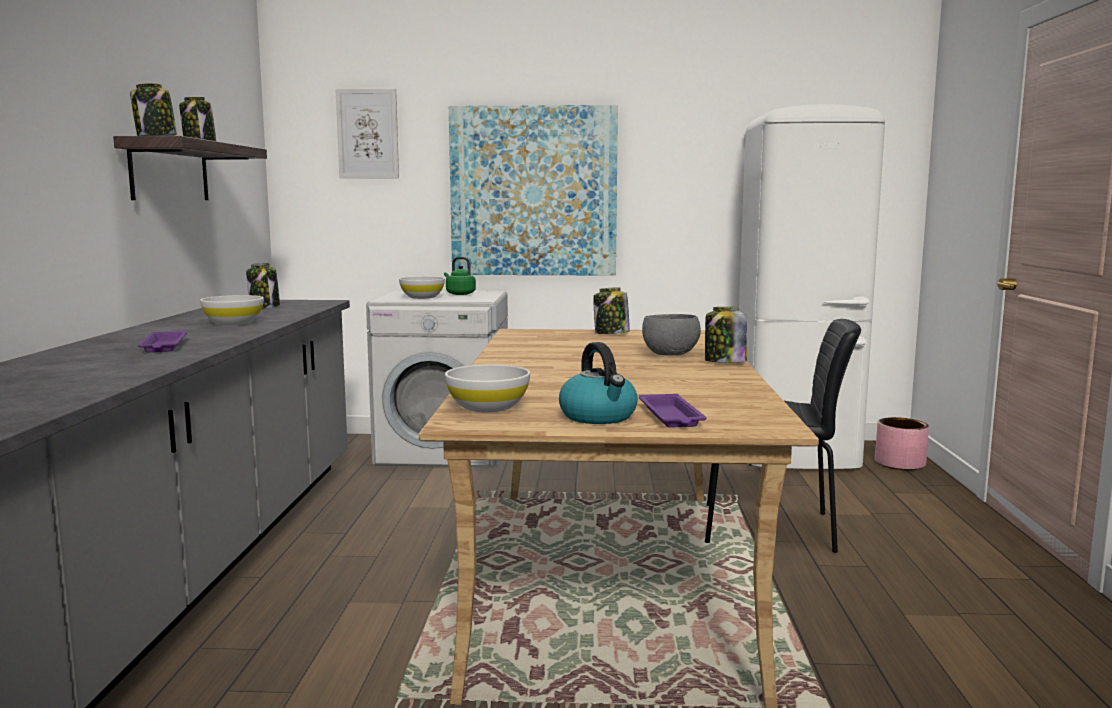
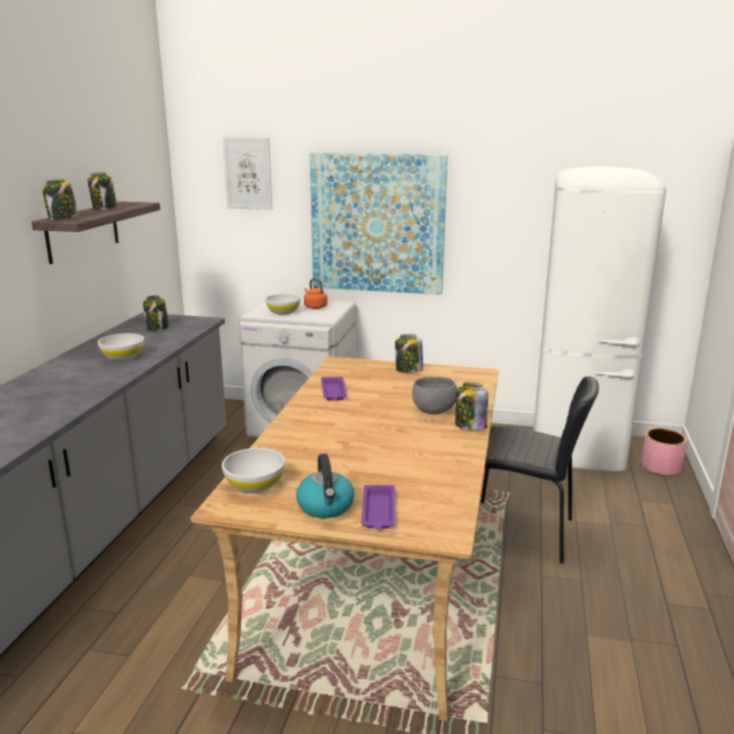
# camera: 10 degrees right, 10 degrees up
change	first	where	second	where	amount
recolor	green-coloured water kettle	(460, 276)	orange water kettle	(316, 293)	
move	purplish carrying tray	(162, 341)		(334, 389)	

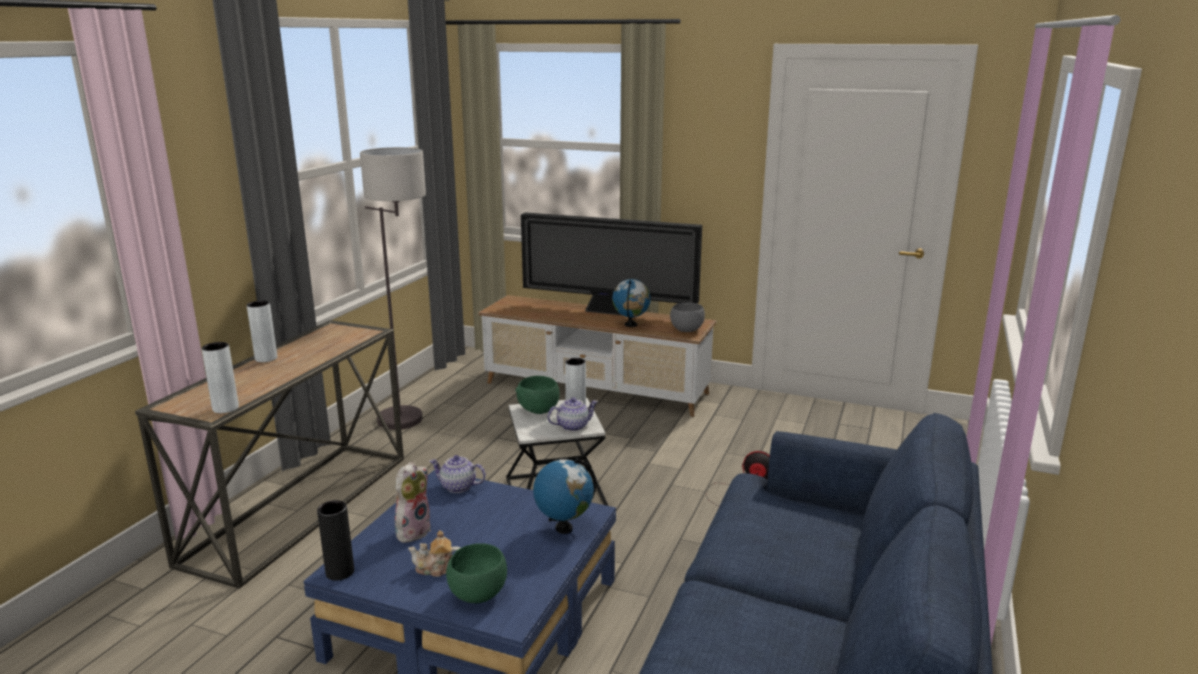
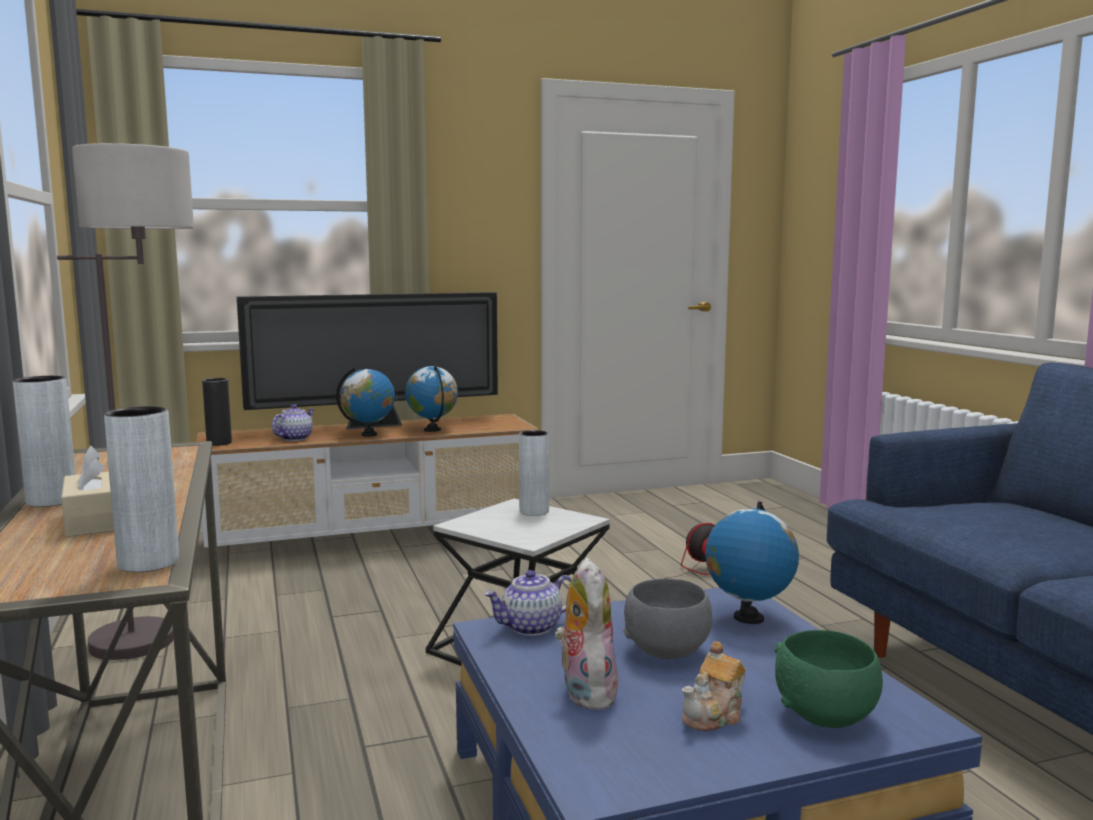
# camera: 40 degrees left, 10 degrees down
change	first	where	second	where	amount
move	gray serving bowl	(687, 317)		(667, 619)	
delete	green-coloured serving bowl	(537, 395)			
move	teapot	(572, 414)		(293, 422)	
move	black-coloured flower vase	(335, 540)		(217, 412)	
insert			globe	(365, 402)	
insert			beige box of tissues	(87, 491)	

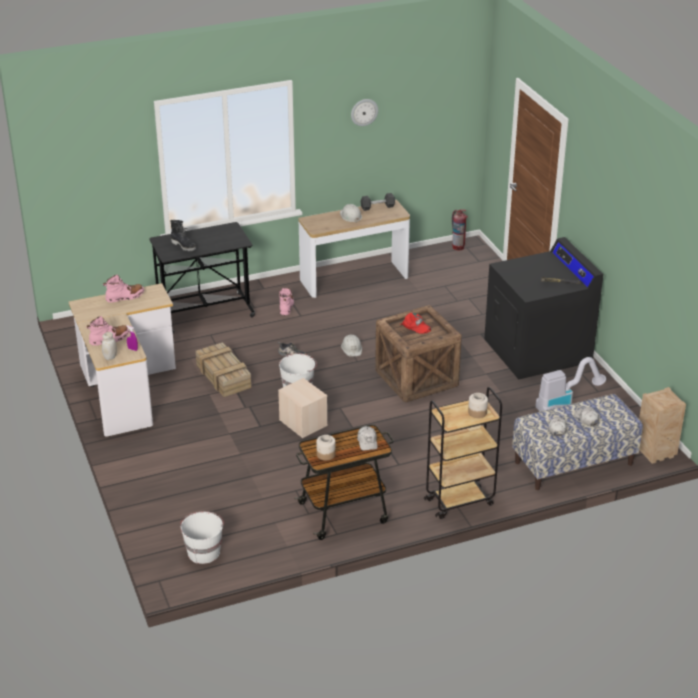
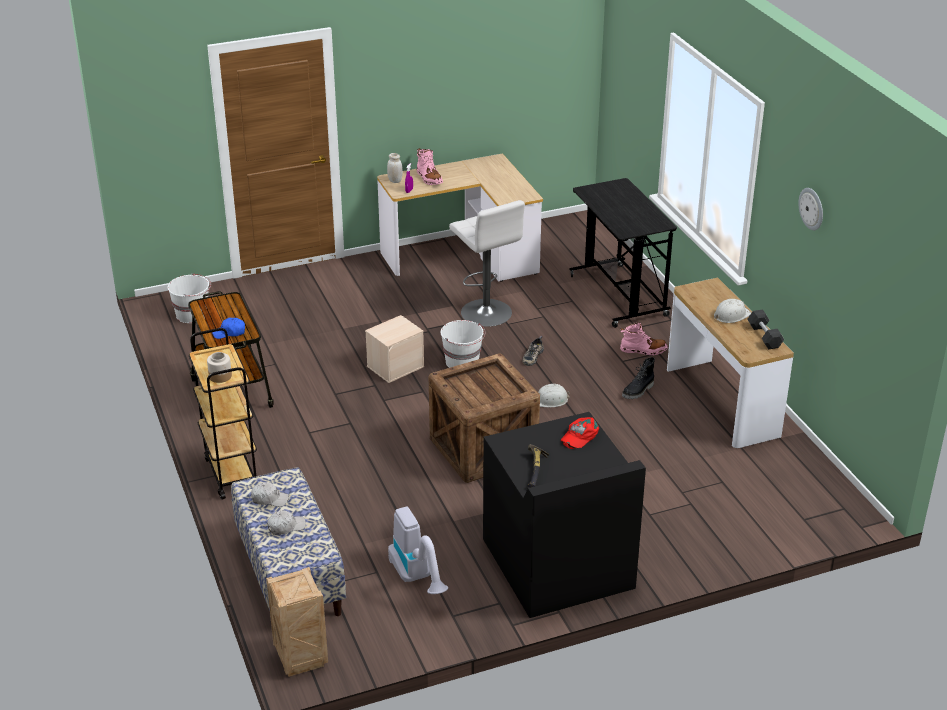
# camera: 90 degrees right, 0 degrees up
change	first	where	second	where	amount
delete	fire-fighting cylinder	(460, 230)			
move	black-coloured high-top boot	(183, 235)		(638, 378)	
delete	pink high-top boot	(123, 288)			
move	red peaked cap	(415, 323)		(580, 433)	
replace	shipping crate	(223, 369)	whitish stool seat	(487, 263)	
recolor	whitish peaked cap	(367, 438)	blue peaked cap	(228, 328)	
delete	jar	(326, 447)			

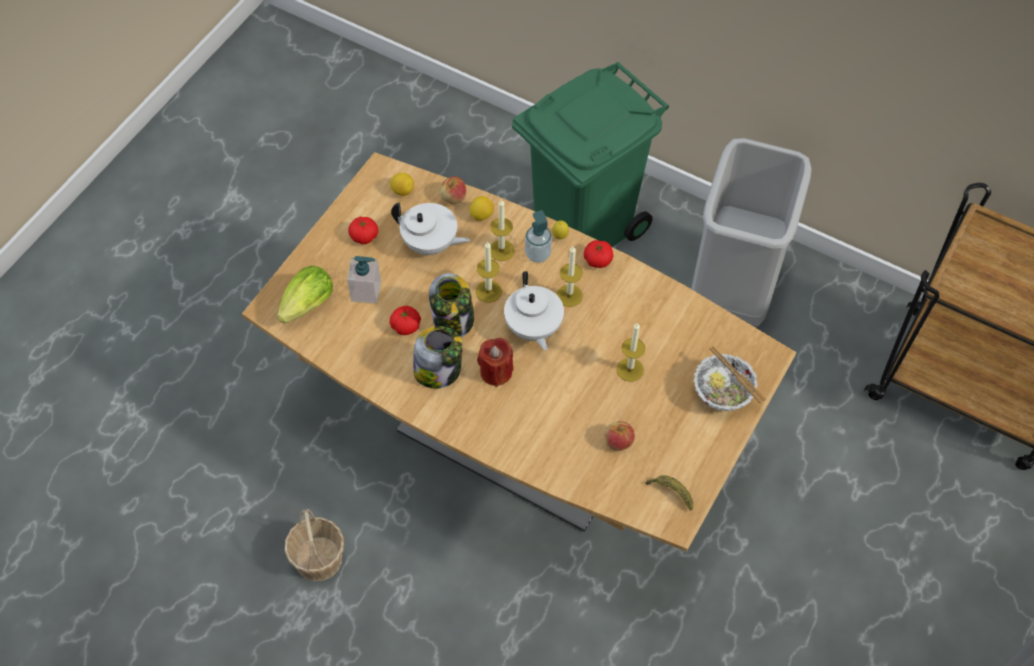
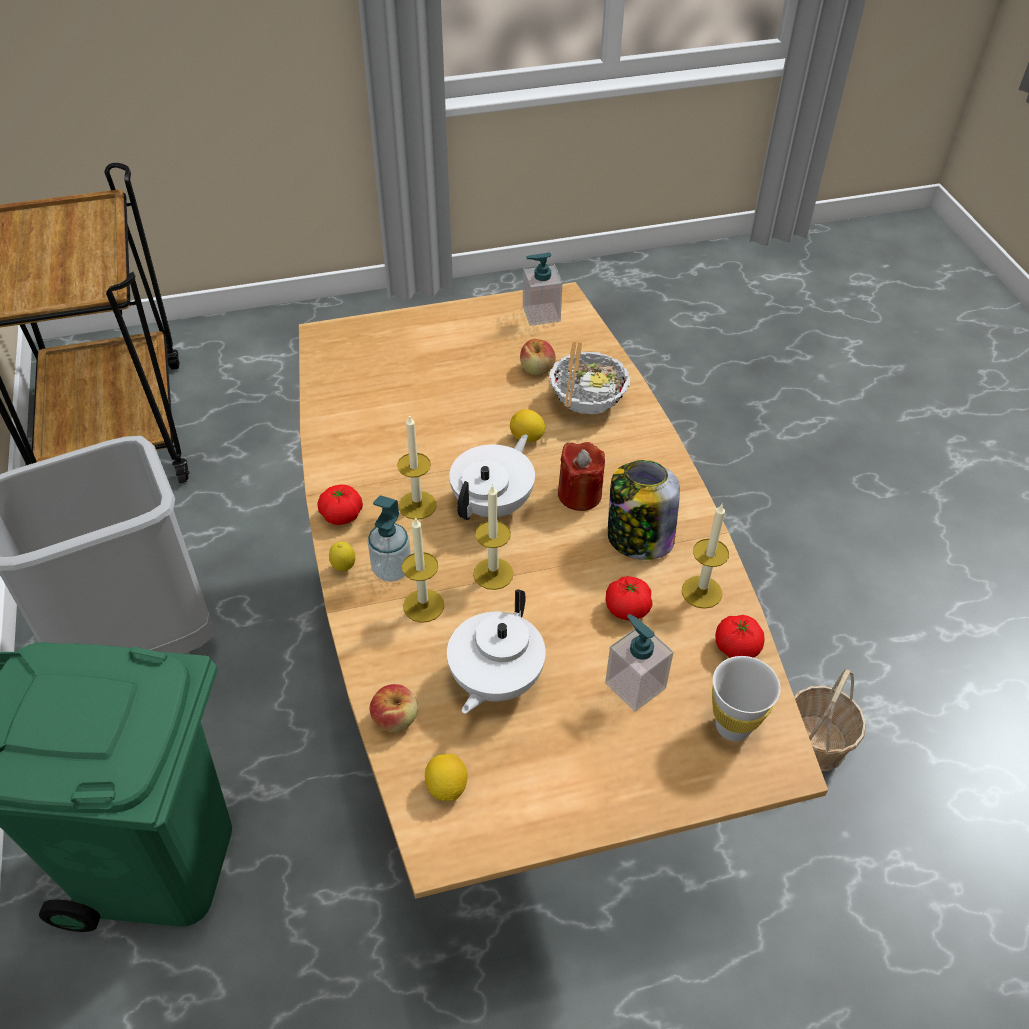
# camera: 135 degrees left, 10 degrees down
change	first	where	second	where	amount
move	citrus fruit	(481, 208)		(527, 425)	
rotate	whitish teapot	(430, 229)		(496, 651)	135 degrees counterclockwise
move	fresh tomato	(363, 230)		(740, 636)	
replace	head of lettuce	(305, 295)	whitish small cup	(746, 698)	
delete	jar	(451, 305)			
move	wax candle	(631, 352)		(705, 556)	
move	serving bowl	(730, 378)		(589, 378)	
replace	whole banana	(669, 493)	liquid soap bottle	(543, 289)	

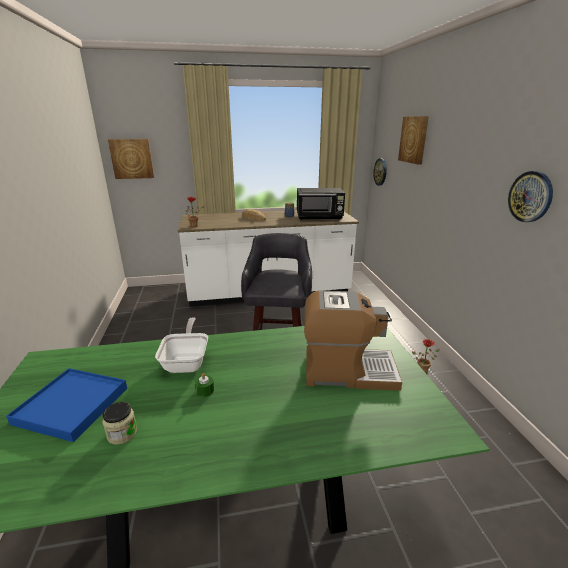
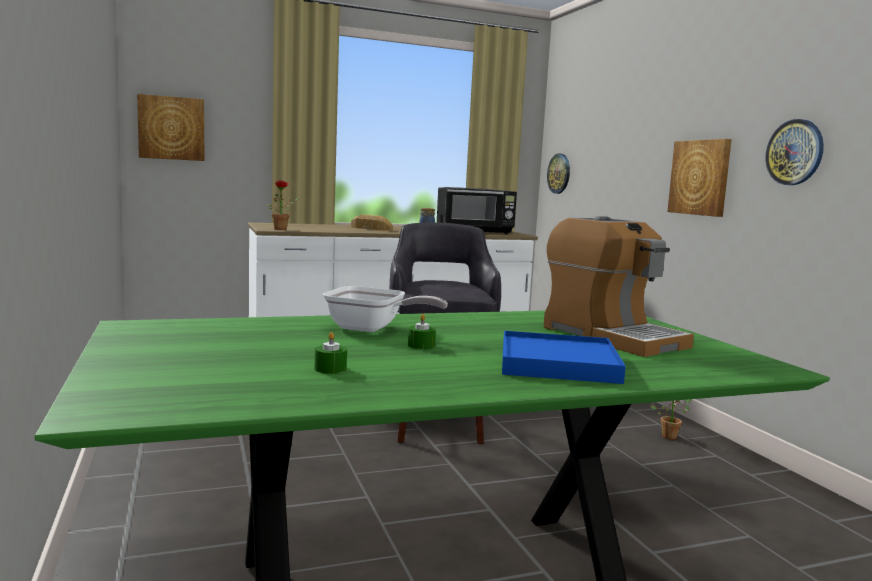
# camera: 10 degrees left, 15 degrees down
change	first	where	second	where	amount
move	picture	(413, 140)		(699, 178)	
rotate	coffee machine	(353, 341)		(618, 286)	60 degrees clockwise
rotate	skillet	(181, 345)		(385, 309)	120 degrees clockwise
move	blue carrying tray	(66, 405)		(564, 357)	
replace	jar	(119, 423)	green-coloured wax candle	(331, 353)	

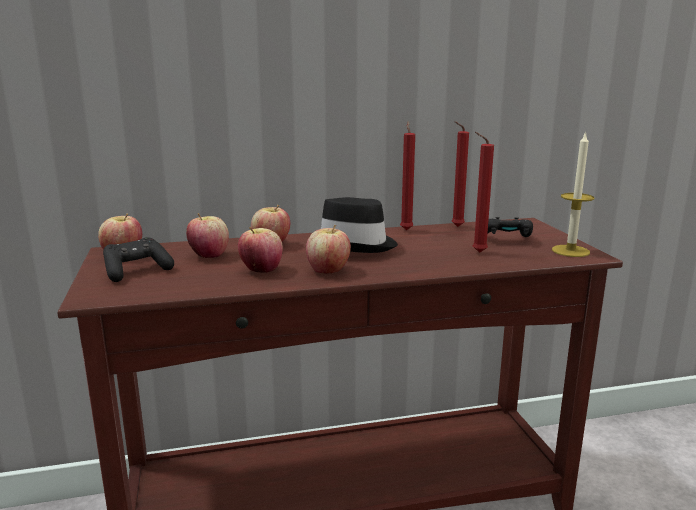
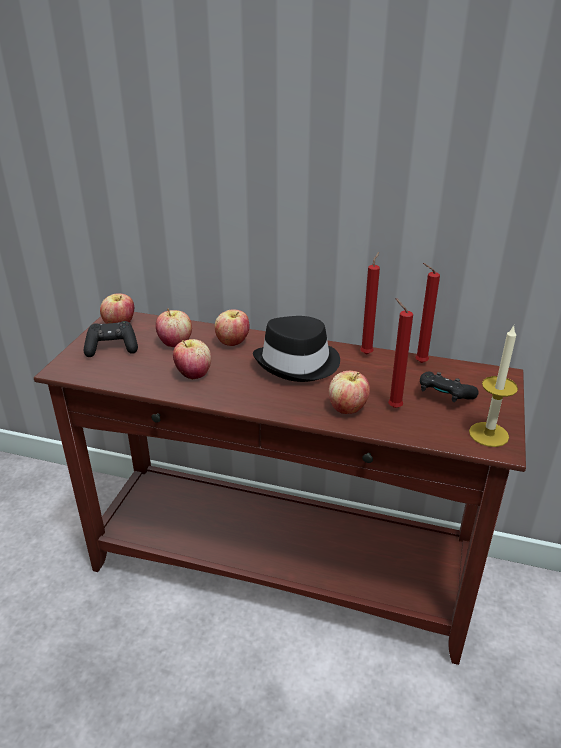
# camera: 30 degrees right, 15 degrees up
change	first	where	second	where	amount
move	apple fruit	(328, 249)		(349, 392)	

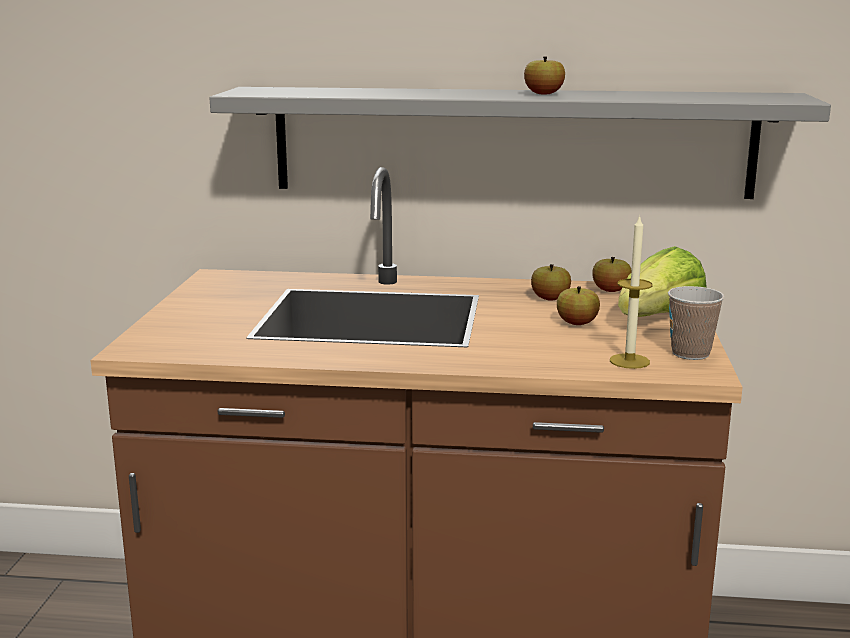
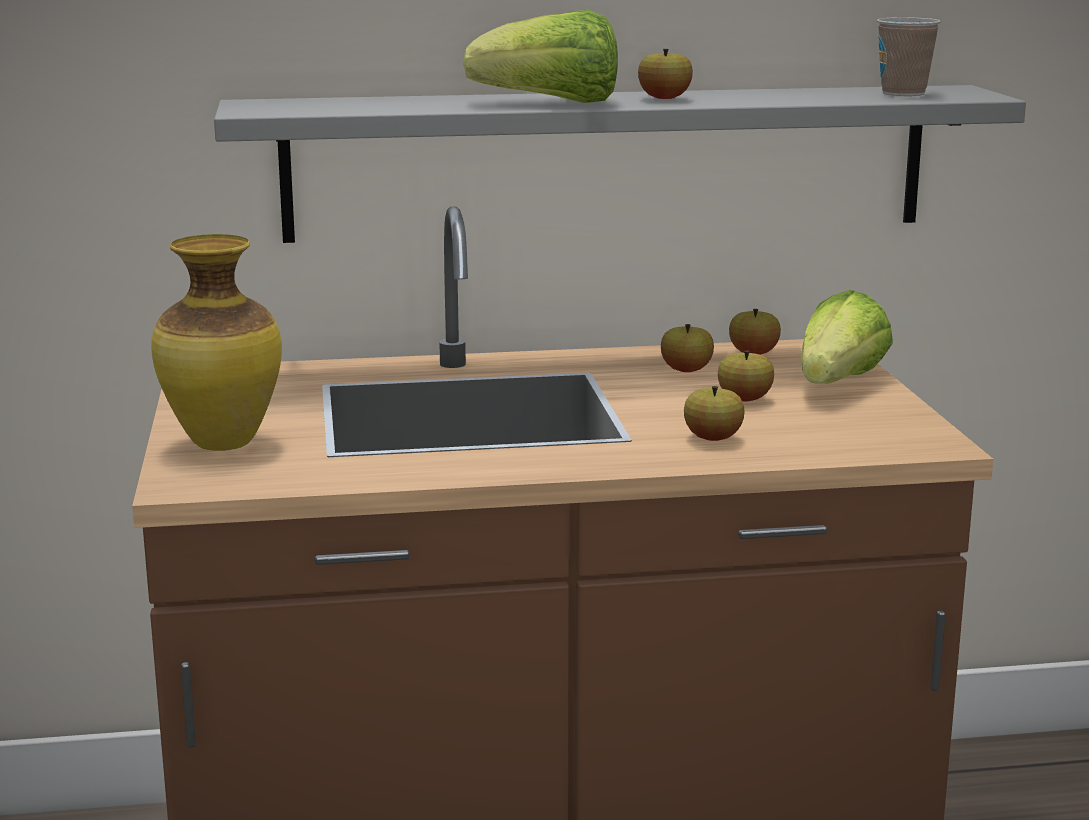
# camera: 15 degrees left, 0 degrees up
change	first	where	second	where	amount
delete	wax candle	(631, 292)			
move	small cup	(696, 323)		(909, 56)	
insert			head of lettuce	(540, 56)	
insert			flower vase	(216, 342)	
insert			apple fruit	(714, 413)	

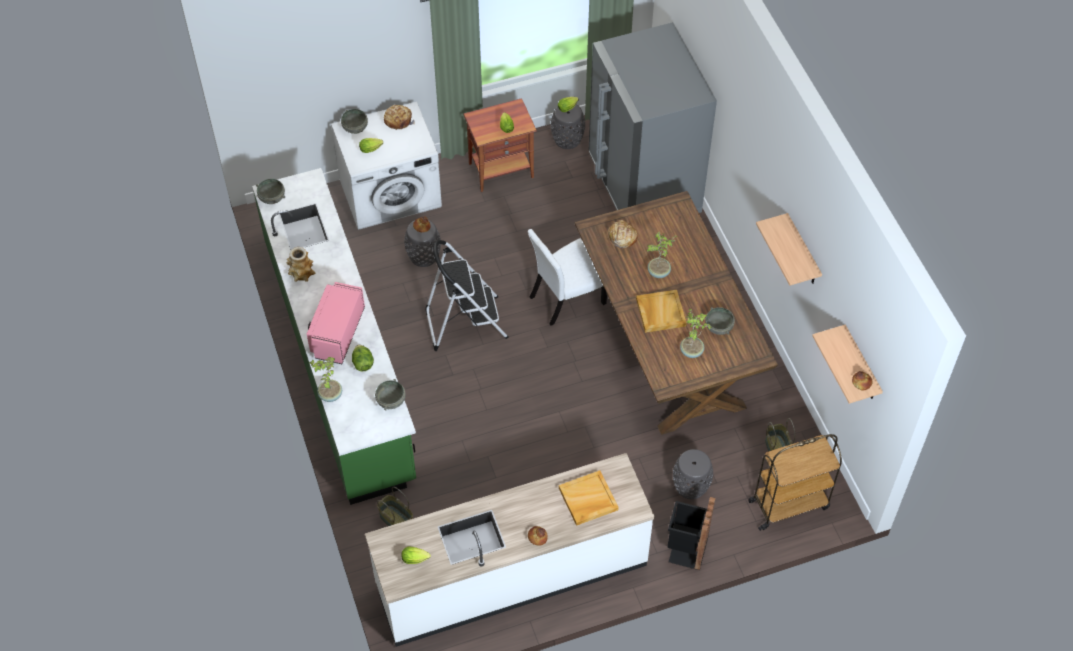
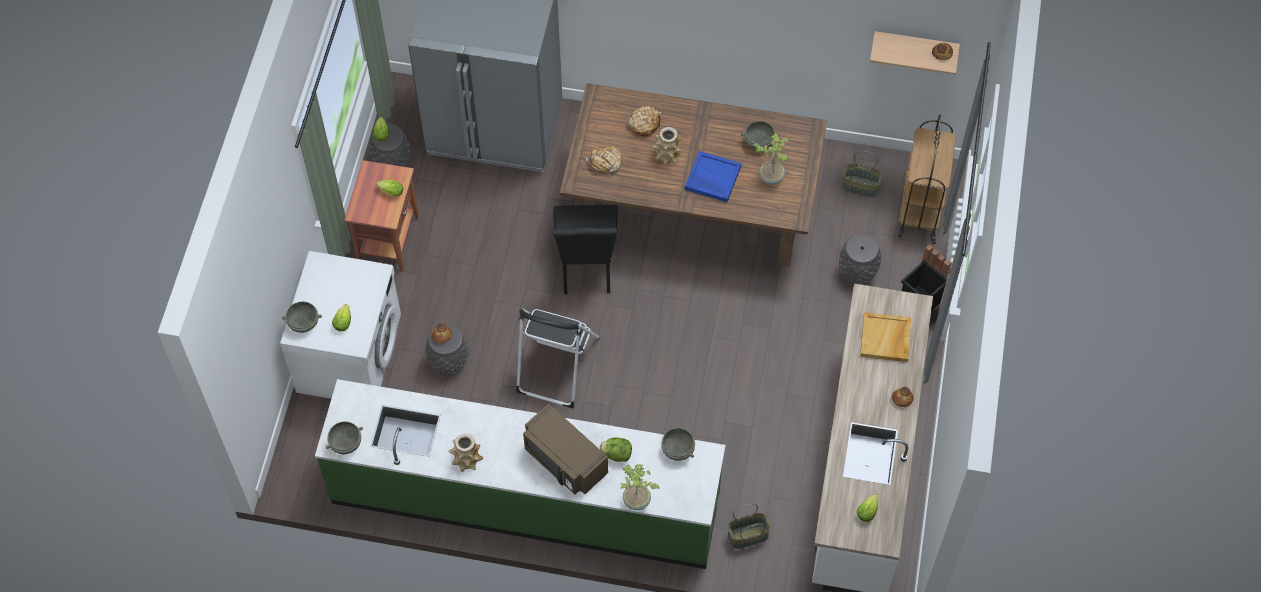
# camera: 60 degrees left, 5 degrees up
change	first	where	second	where	amount
move	bread	(399, 117)		(644, 121)	
delete	bracket shelf	(789, 249)			
recolor	whitish upright chair	(567, 277)	black-coloured upright chair	(585, 249)	
replace	plant in a pot	(662, 255)	flower vase	(667, 146)	
recolor	pink microwave	(336, 323)	brown microwave	(565, 449)	
recolor	beige carrying tray	(661, 311)	blue carrying tray	(713, 176)	

